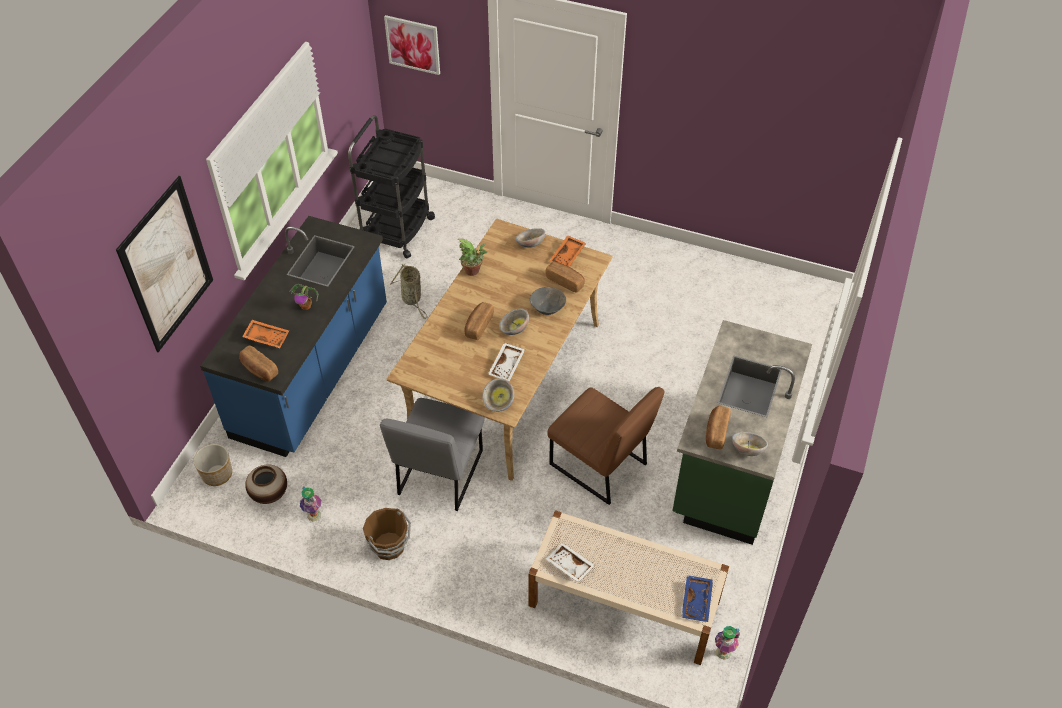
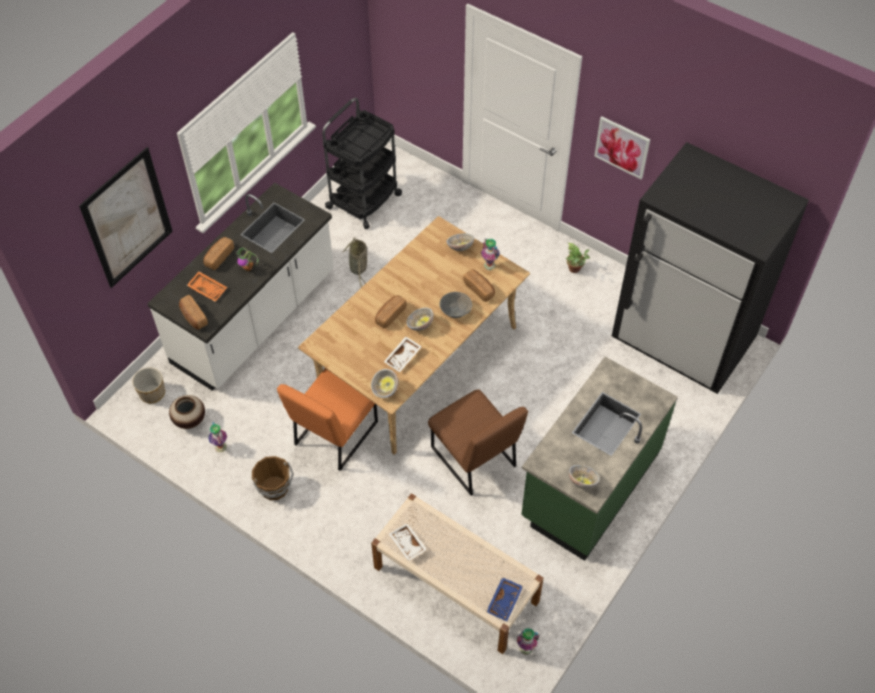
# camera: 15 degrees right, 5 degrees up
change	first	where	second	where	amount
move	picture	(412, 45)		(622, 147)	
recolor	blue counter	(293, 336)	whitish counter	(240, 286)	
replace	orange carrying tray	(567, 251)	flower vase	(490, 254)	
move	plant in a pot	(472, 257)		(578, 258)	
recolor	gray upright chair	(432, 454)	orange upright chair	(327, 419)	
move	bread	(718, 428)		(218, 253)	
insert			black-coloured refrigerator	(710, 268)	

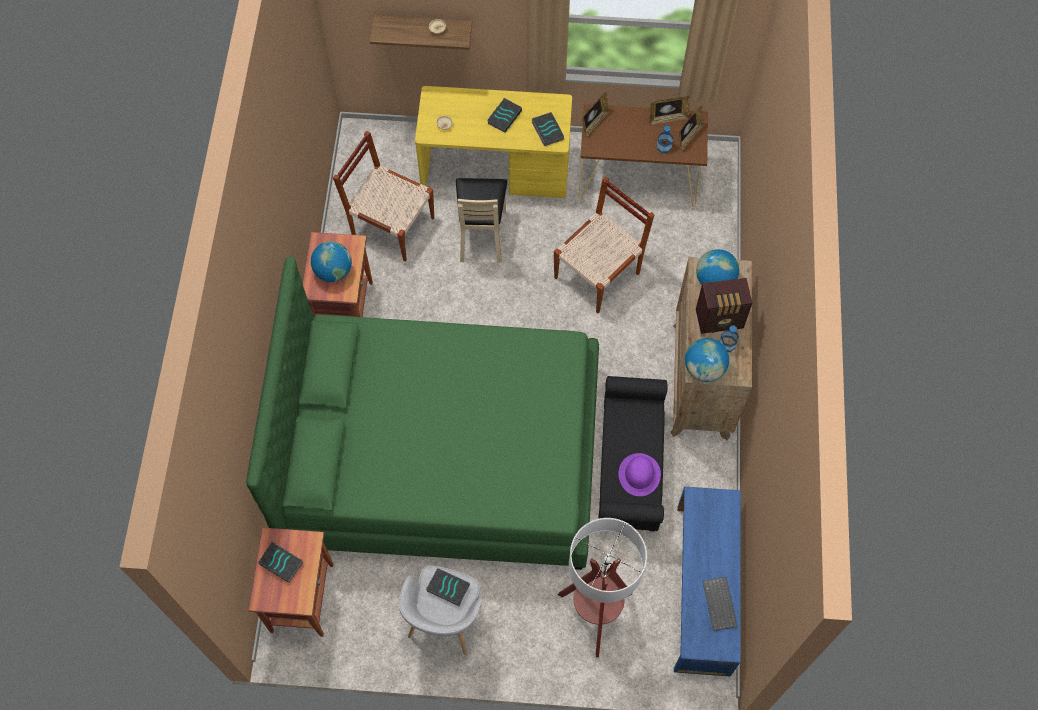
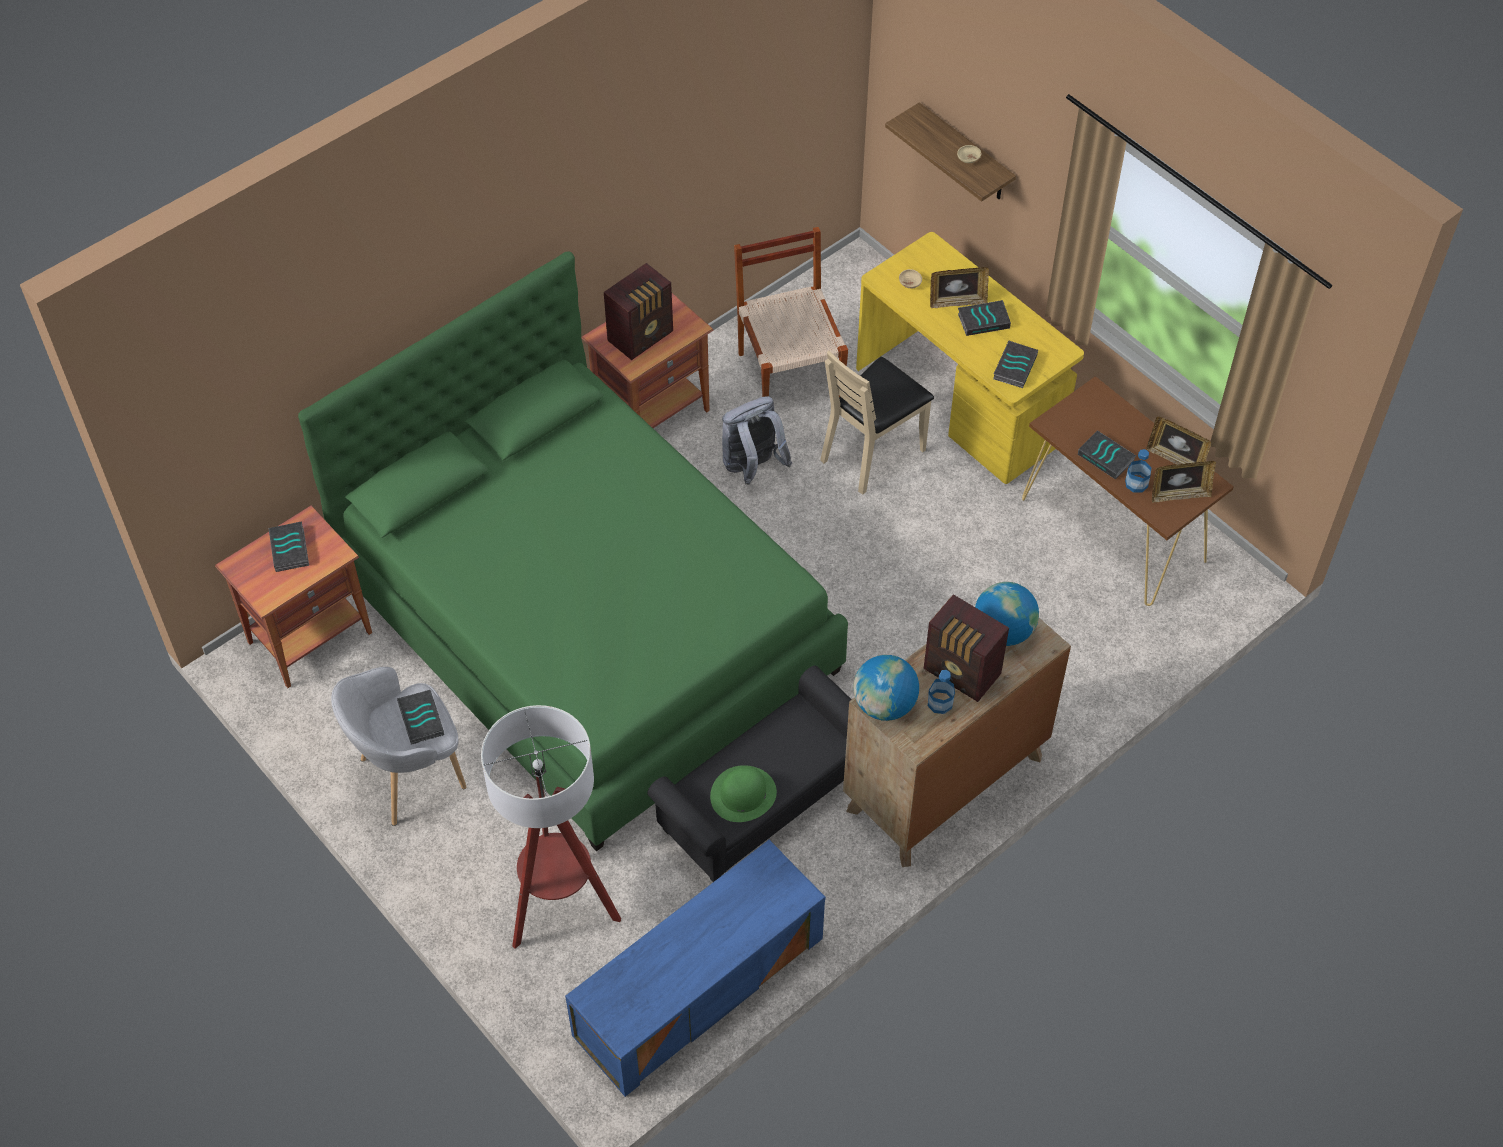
# camera: 45 degrees right, 10 degrees down
change	first	where	second	where	amount
move	picture frame	(596, 115)		(959, 287)	
delete	upright chair	(604, 245)			
replace	globe	(331, 261)	radio set	(638, 311)	
recolor	purplish hat	(640, 474)	green-coloured hat	(743, 793)	
delete	PC keyboard	(720, 604)			
insert			gray knapsack	(757, 440)	
insert			volume	(1107, 454)	

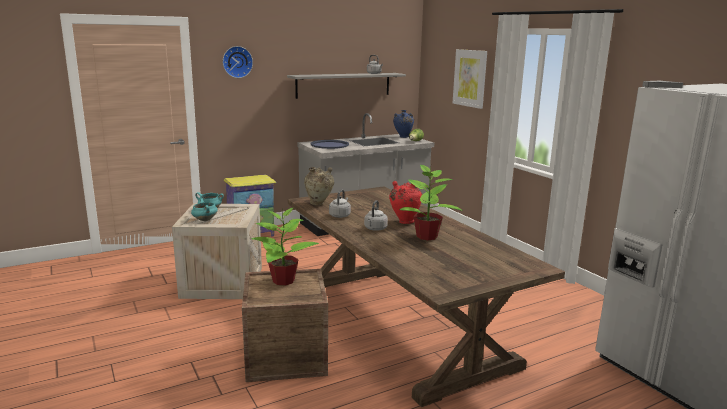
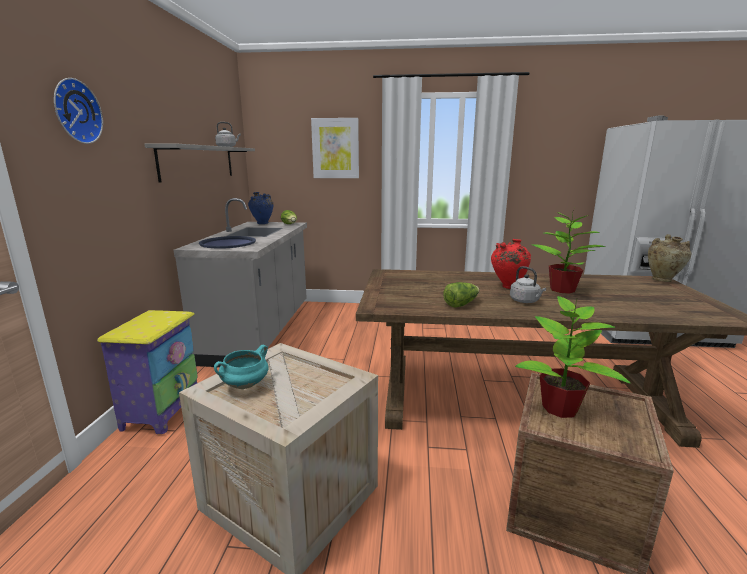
# camera: 55 degrees left, 0 degrees up
change	first	where	second	where	amount
move	beige flower vase	(319, 186)		(670, 258)	
replace	gray water kettle	(340, 203)	head of lettuce	(461, 295)	
delete	turquoise-coloured cooking pot	(204, 210)			

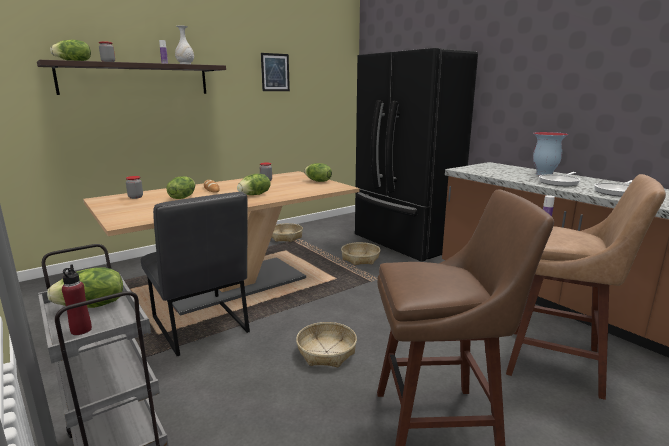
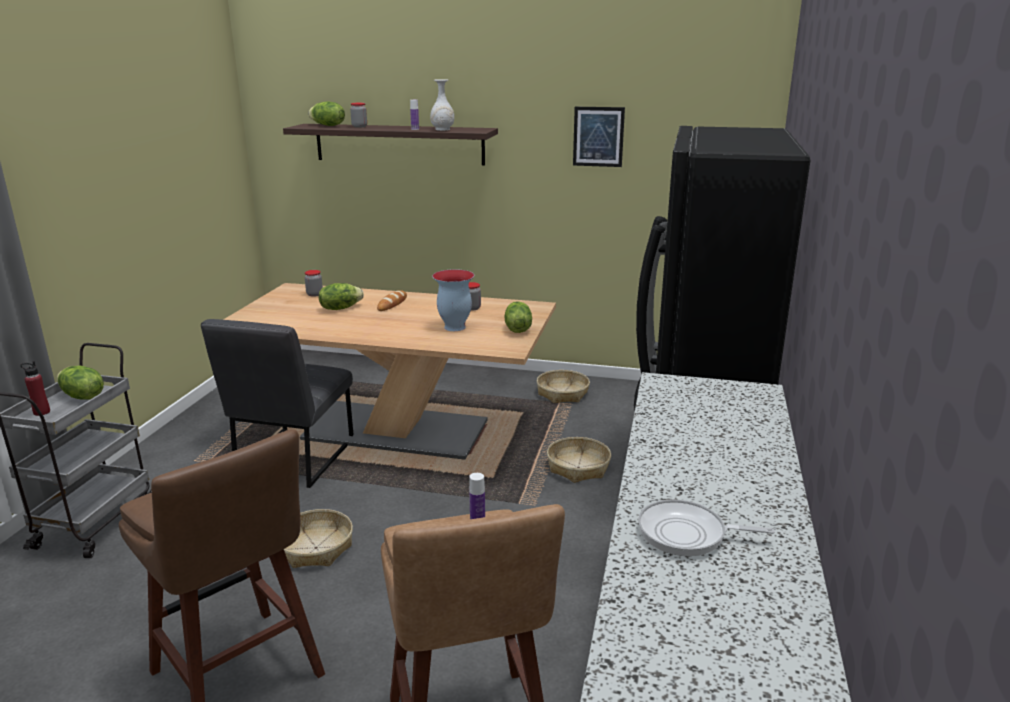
# camera: 50 degrees right, 5 degrees up
change	first	where	second	where	amount
move	flower vase	(550, 154)		(453, 300)	
delete	skillet	(559, 179)			
delete	head of lettuce	(254, 184)			

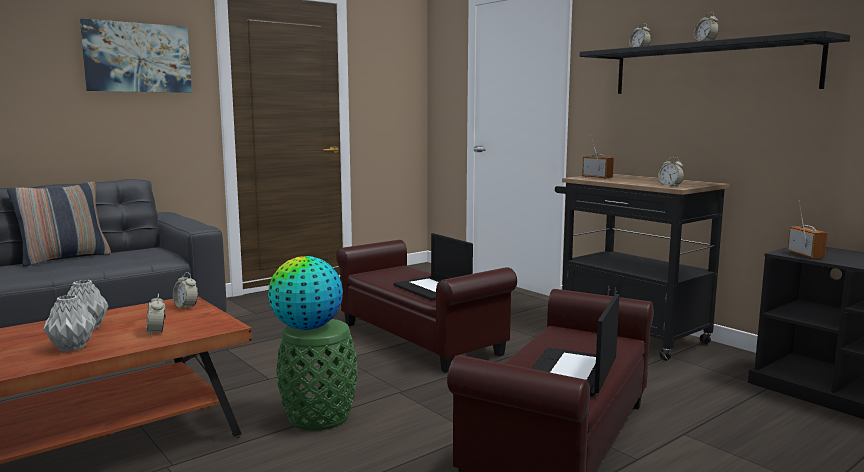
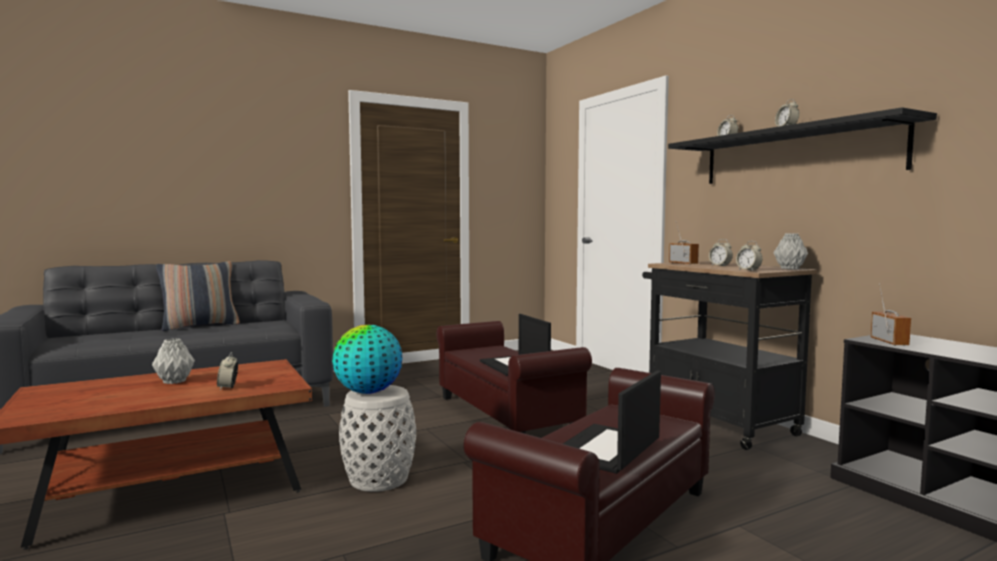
# camera: 10 degrees right, 5 degrees down
change	first	where	second	where	amount
delete	picture	(136, 56)			
move	bedside clock	(185, 290)		(721, 252)	
move	gray flower vase	(69, 323)		(790, 251)	
recolor	green-coloured stool seat	(317, 375)	whitish stool seat	(377, 438)	

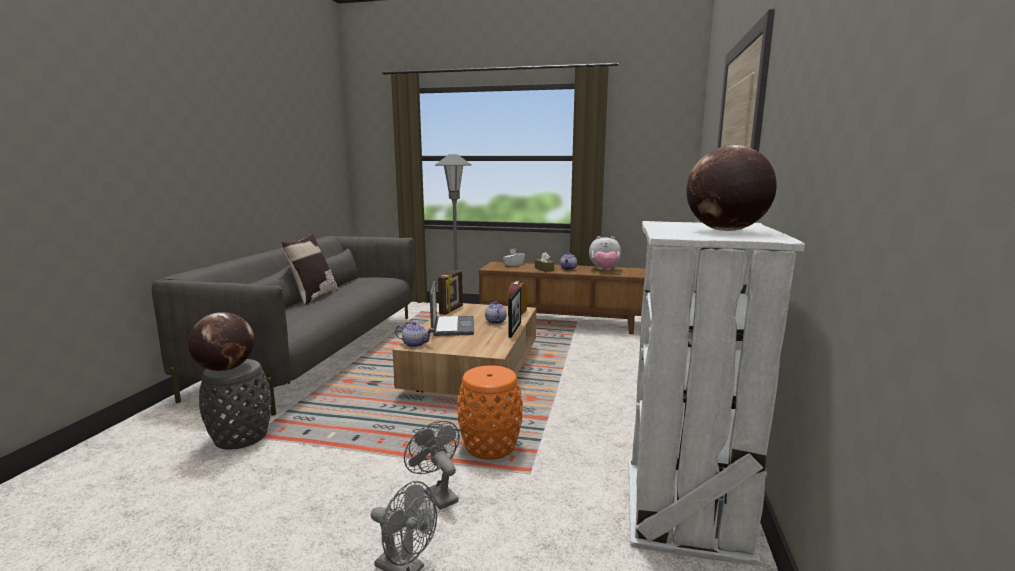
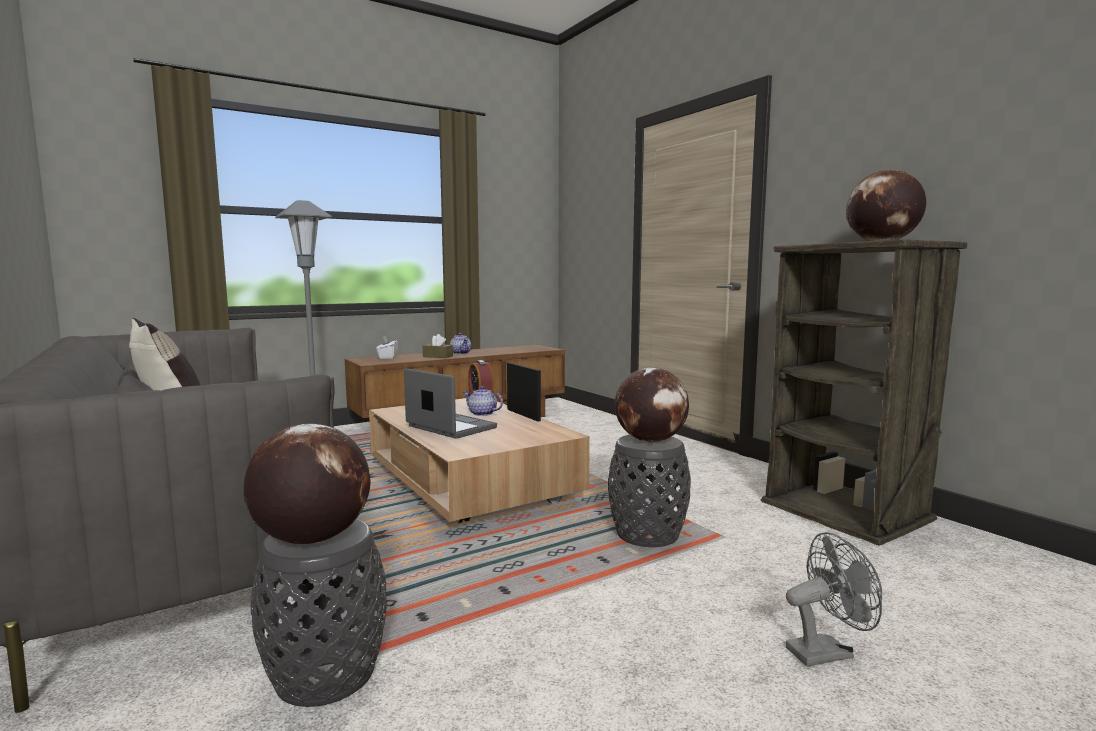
# camera: 45 degrees left, 5 degrees down
change	first	where	second	where	amount
recolor	whitish bookshelf	(716, 393)	brown bookshelf	(864, 392)	
delete	soft toy	(605, 253)			
delete	picture frame	(450, 292)			
delete	teapot	(414, 334)			
recolor	orange stool seat	(490, 412)	gray stool seat	(649, 491)	
delete	gray fan	(431, 465)			
insert			globe	(652, 404)	

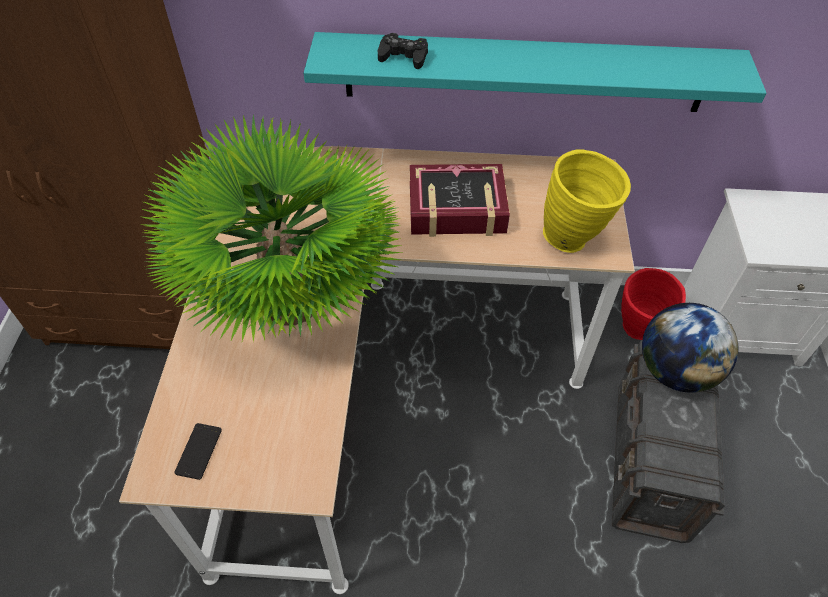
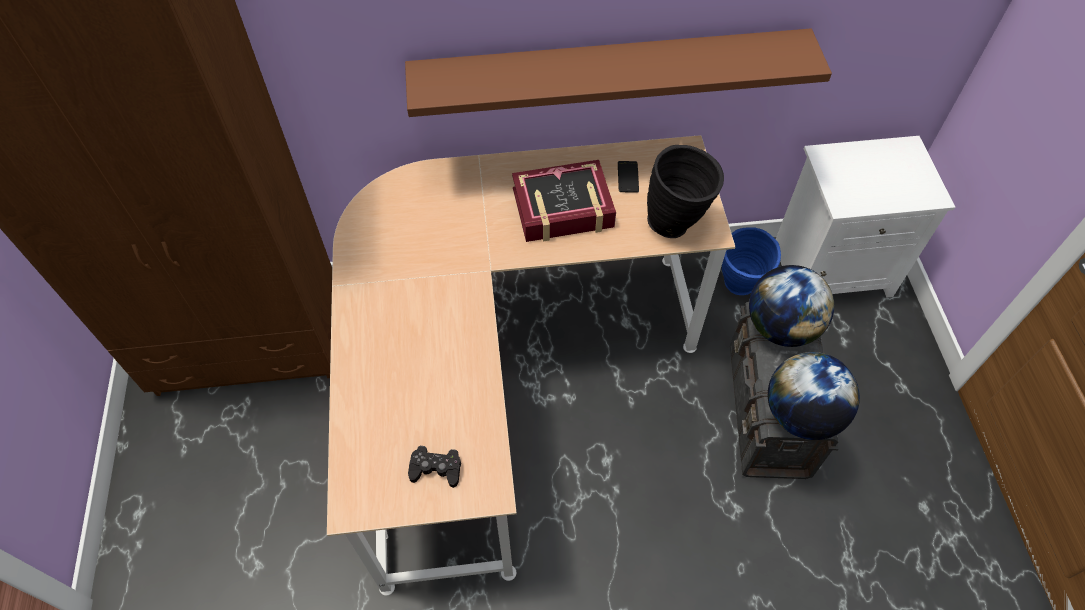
# camera: 10 degrees left, 5 degrees up
change	first	where	second	where	amount
recolor	turquoise-coloured bracket shelf	(535, 72)	brown bracket shelf	(618, 73)	
move	black-coloured joypad	(403, 51)		(434, 467)	
delete	plant in a pot	(273, 228)			
recolor	yellowish flower vase	(587, 201)	black-coloured flower vase	(685, 191)	
recolor	red flower vase	(653, 304)	blue flower vase	(751, 261)	
move	telephone	(198, 451)		(628, 177)	
insert			globe	(814, 396)	

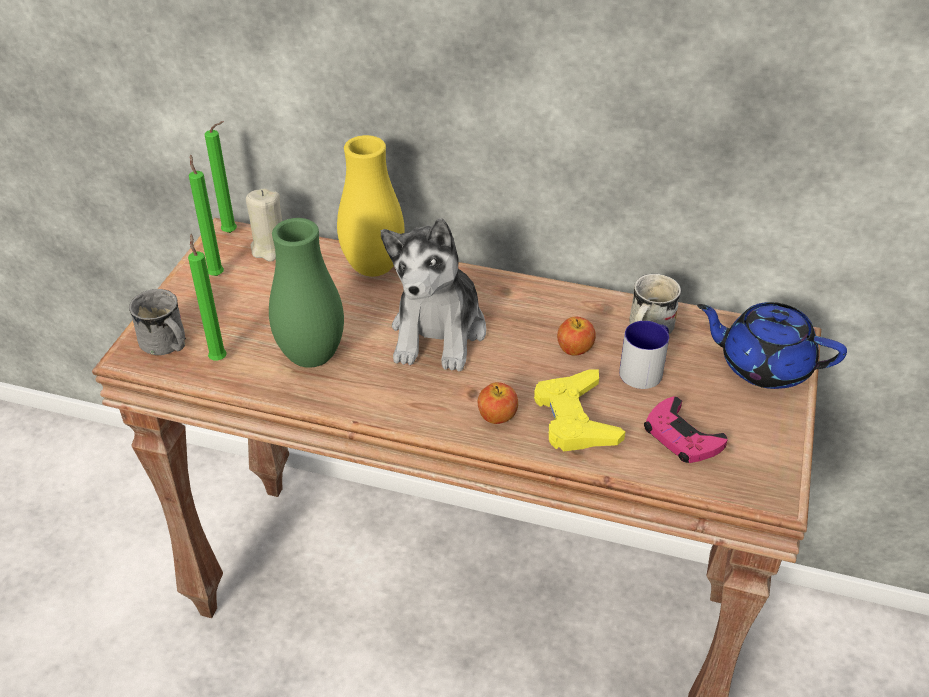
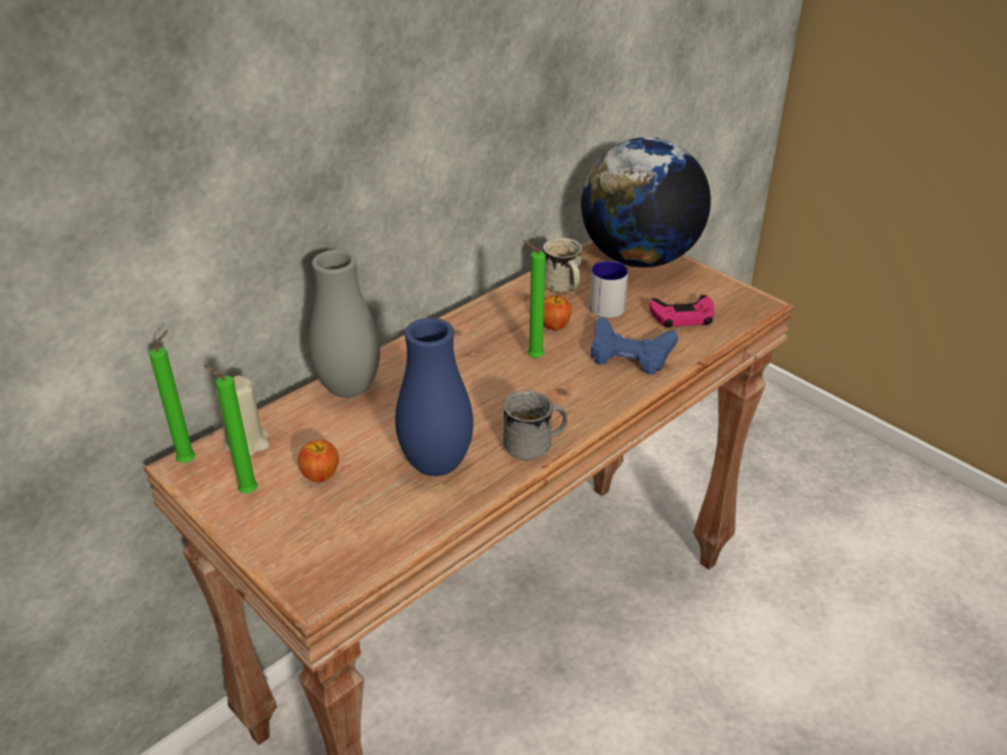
# camera: 60 degrees left, 5 degrees down
change	first	where	second	where	amount
recolor	yellowish flower vase	(371, 206)	gray flower vase	(344, 324)	
recolor	green-coloured flower vase	(306, 293)	blue flower vase	(434, 397)	
delete	soft toy	(433, 295)			
move	green-coloured wax candle	(207, 297)		(534, 299)	
move	gray coffee mug	(157, 322)		(535, 425)	
replace	blue teapot	(772, 345)	globe	(646, 202)	
recolor	yellowish joypad	(579, 410)	blue joypad	(634, 345)	
move	apple fruit	(498, 403)		(318, 461)	

